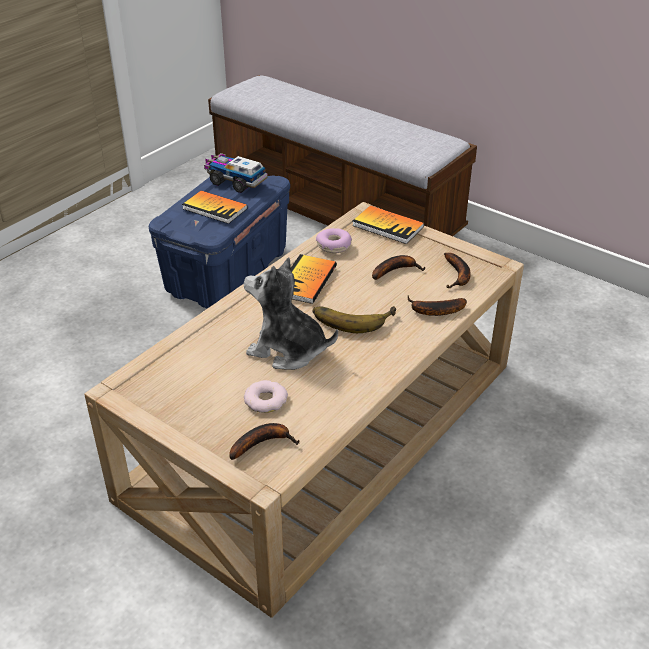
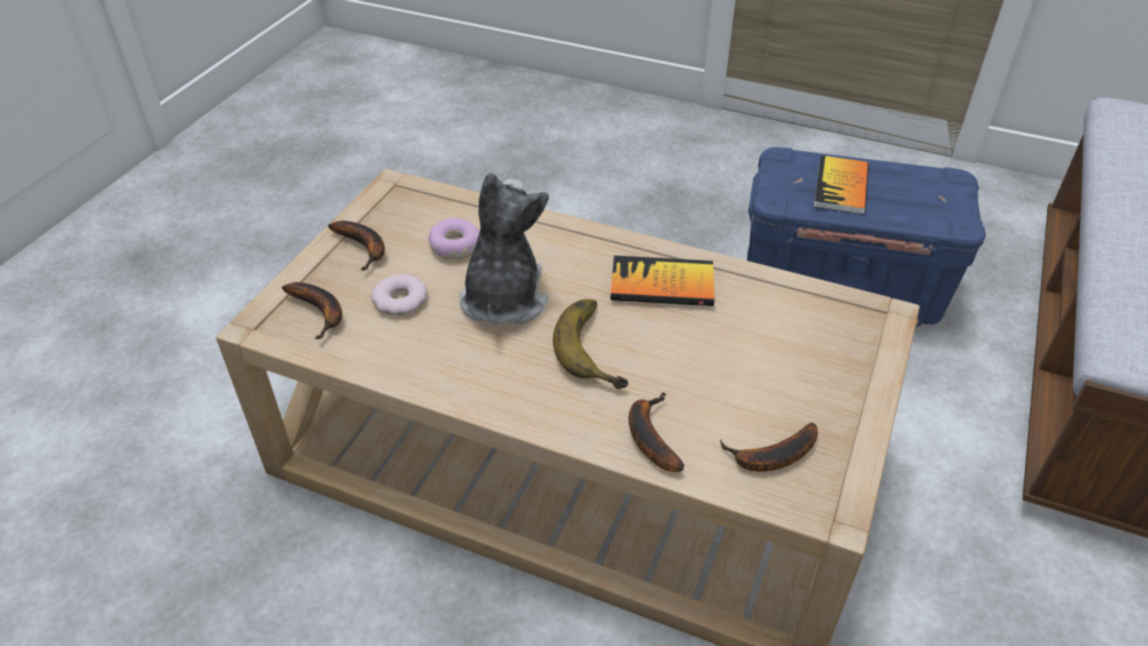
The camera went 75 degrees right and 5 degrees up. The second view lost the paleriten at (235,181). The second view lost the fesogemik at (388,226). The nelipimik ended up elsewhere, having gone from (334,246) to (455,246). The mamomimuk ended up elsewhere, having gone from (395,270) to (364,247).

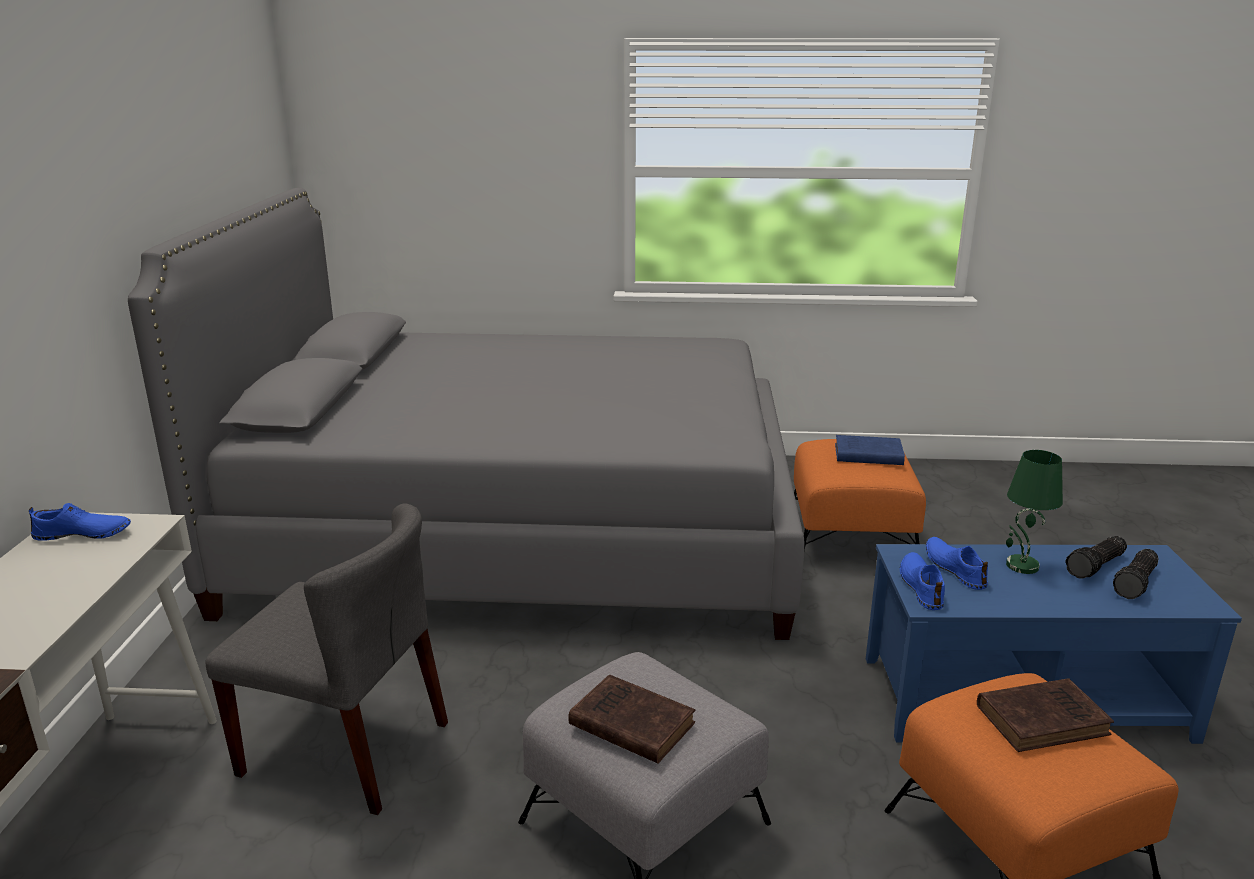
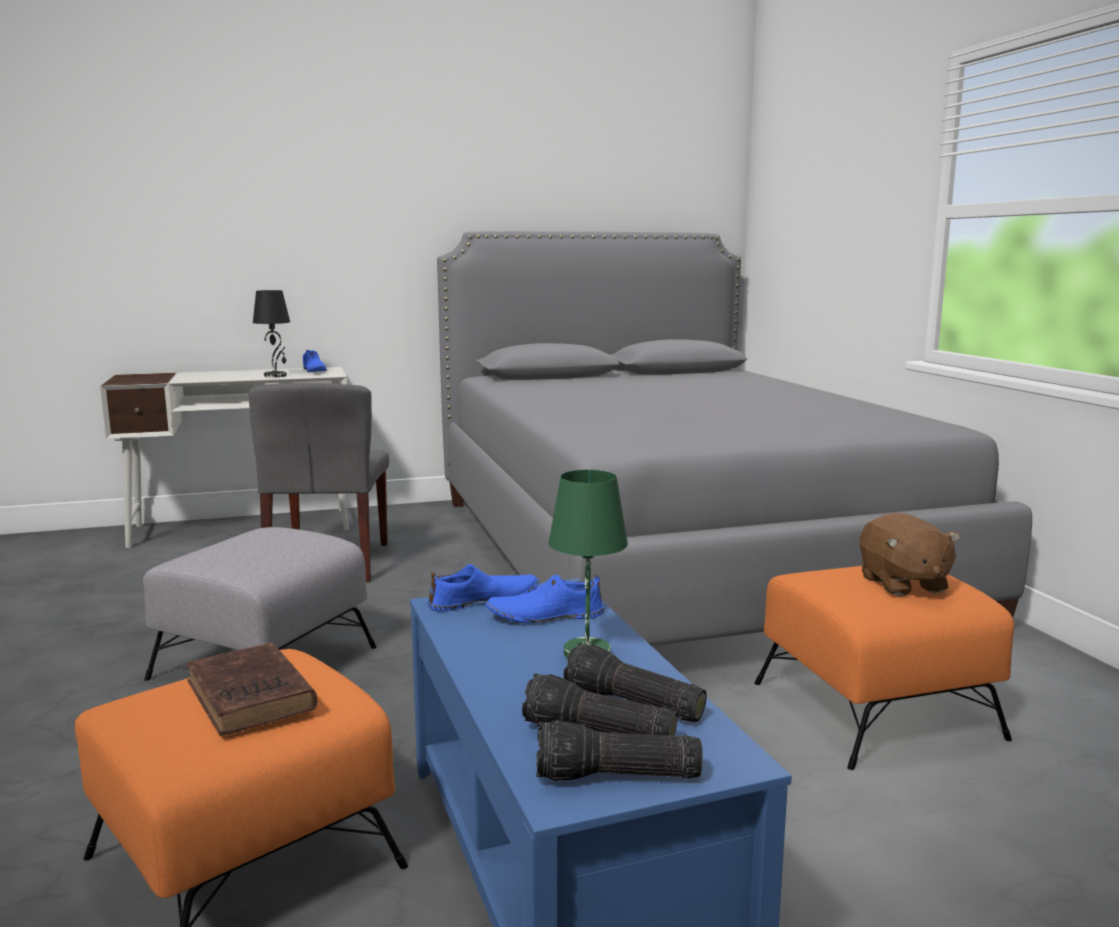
The camera went 70 degrees right and 10 degrees down. Where the fesogemik (blue) stood at (866,455), the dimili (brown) came to stand at (902,584). The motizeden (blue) at (954,568) ended up facing another way, 150 degrees counterclockwise from before. The second view lost the fesogemik (brown) at (629,723). The second view gained the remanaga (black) at (276,376). The second view gained the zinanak at (616,777).

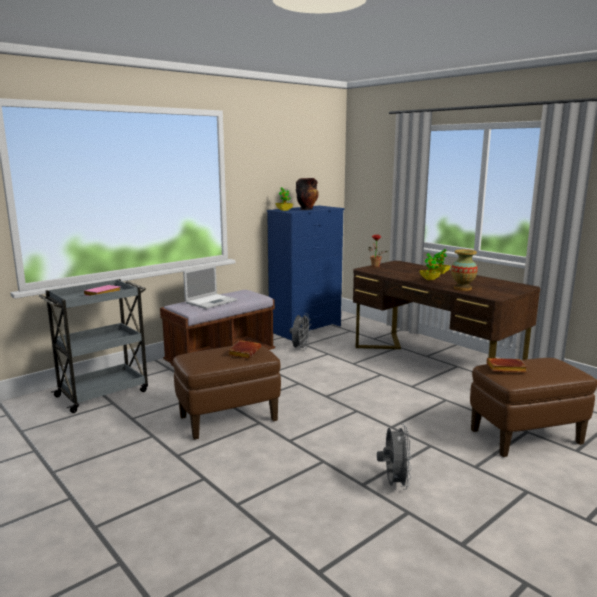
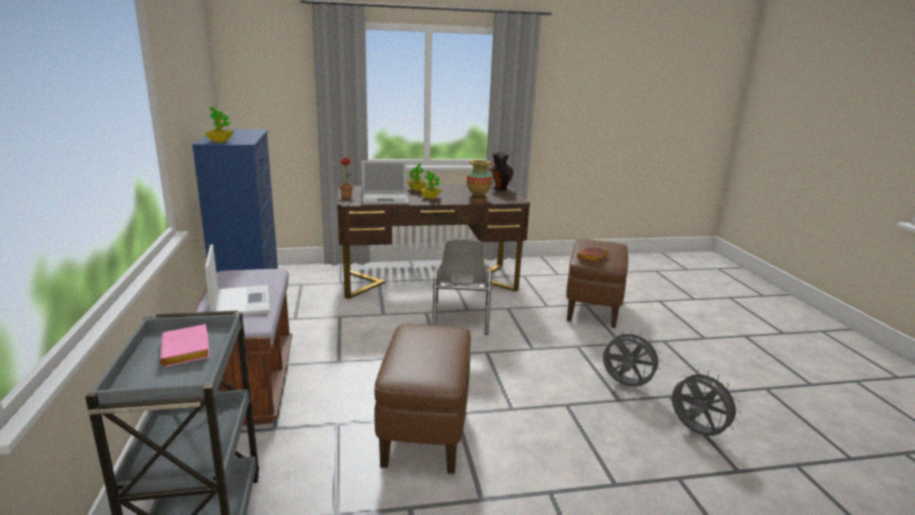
The camera went 60 degrees left and 5 degrees up. The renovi ended up elsewhere, having gone from (306,209) to (499,188). The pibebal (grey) ended up elsewhere, having gone from (300,349) to (696,432). The second view lost the fesogemik (brown) at (244,352). The second view gained the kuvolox at (386,199). The second view gained the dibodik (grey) at (460,318).

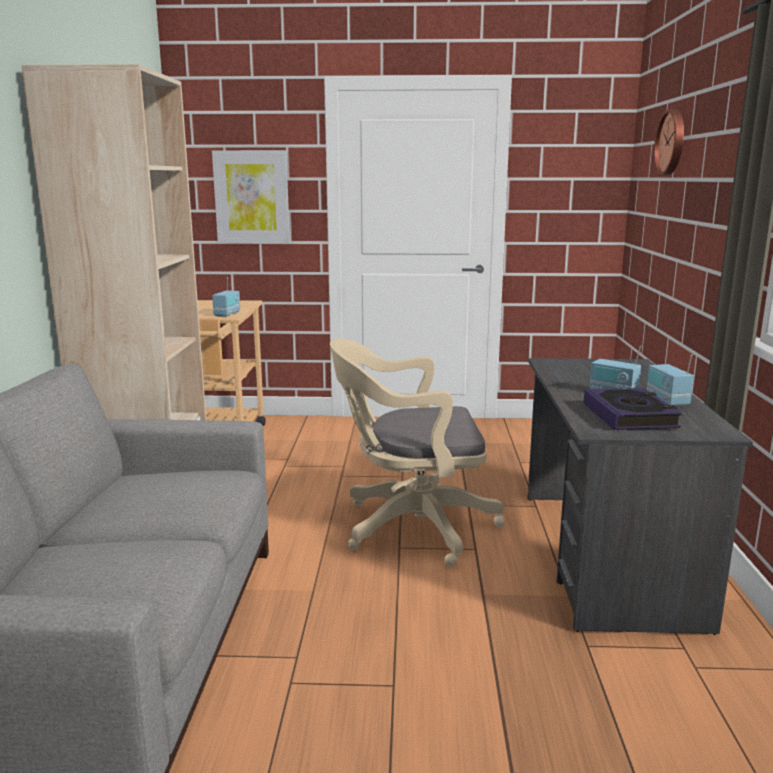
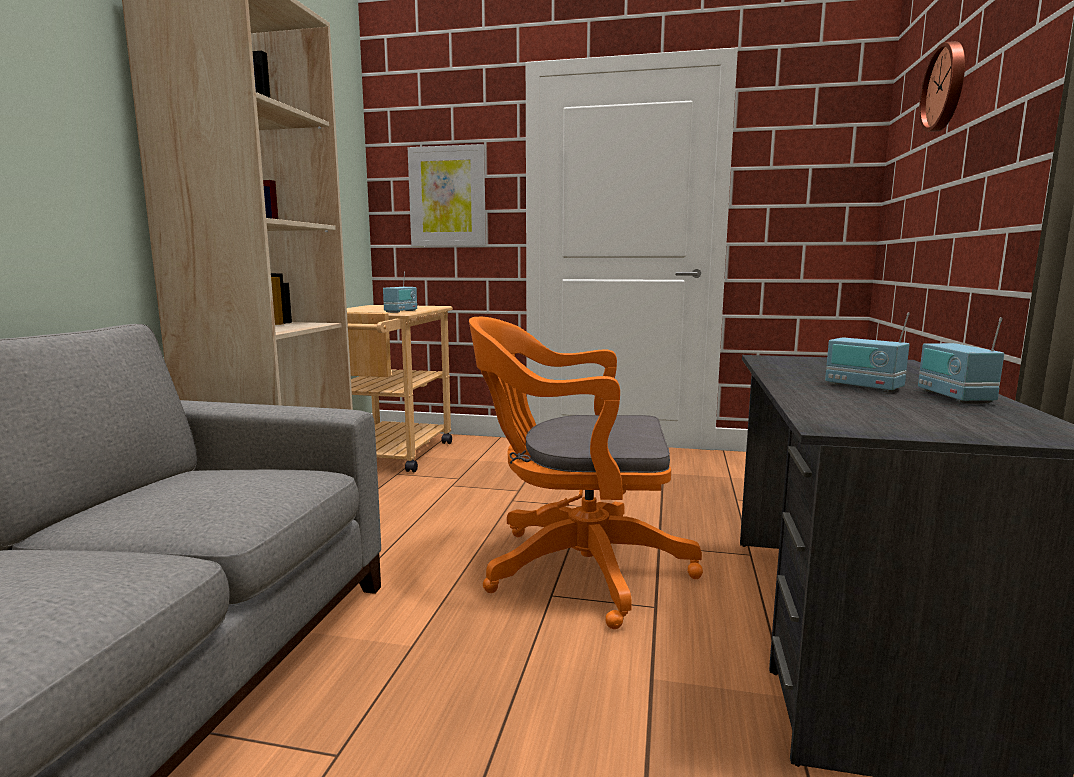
The camera went 10 degrees right and 5 degrees down. What was the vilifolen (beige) at (410,526) turned into the vilifolen (orange) at (575,568). The second view lost the fesogemik at (629,416).

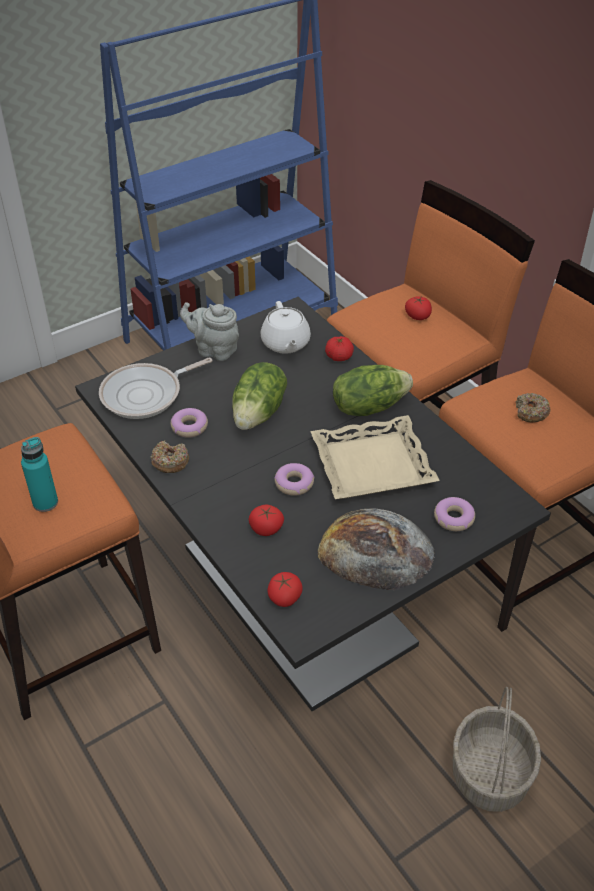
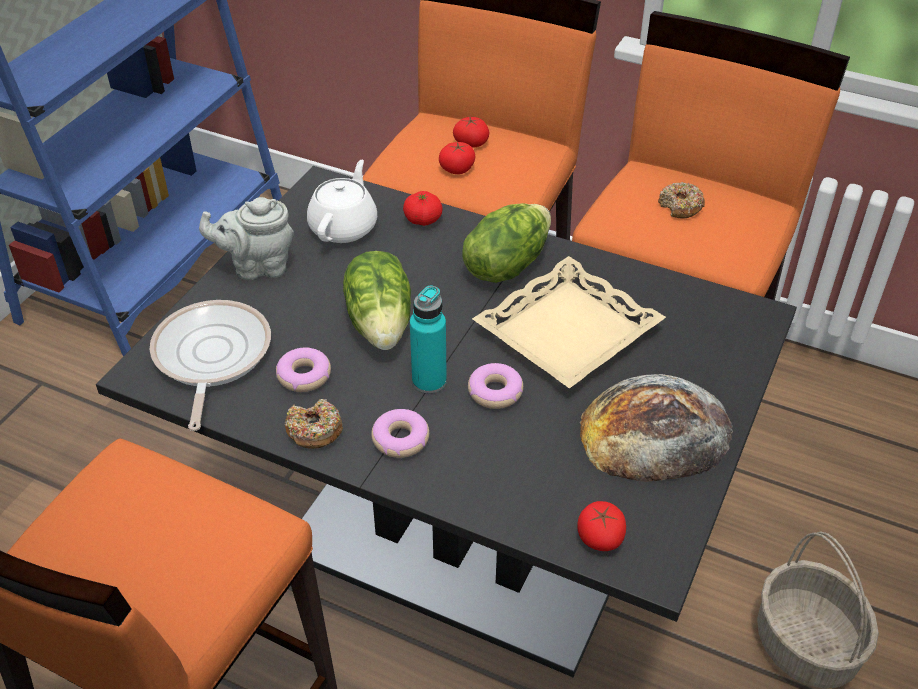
The camera went 30 degrees left and 0 degrees up. The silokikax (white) at (285,343) ended up facing another way, 120 degrees counterclockwise from before. The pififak at (146,395) ended up facing another way, 150 degrees clockwise from before. The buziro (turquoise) ended up elsewhere, having gone from (45,502) to (429,381). The nelipimik ended up elsewhere, having gone from (453,518) to (400,439). The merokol ended up elsewhere, having gone from (266,528) to (457,168).

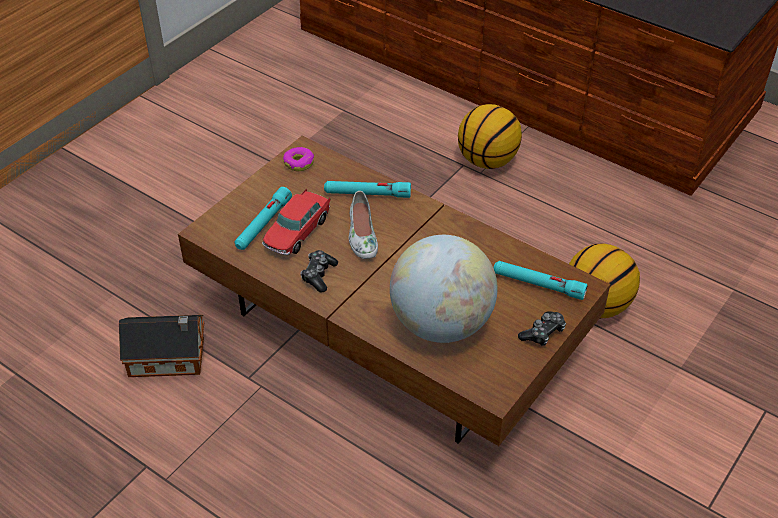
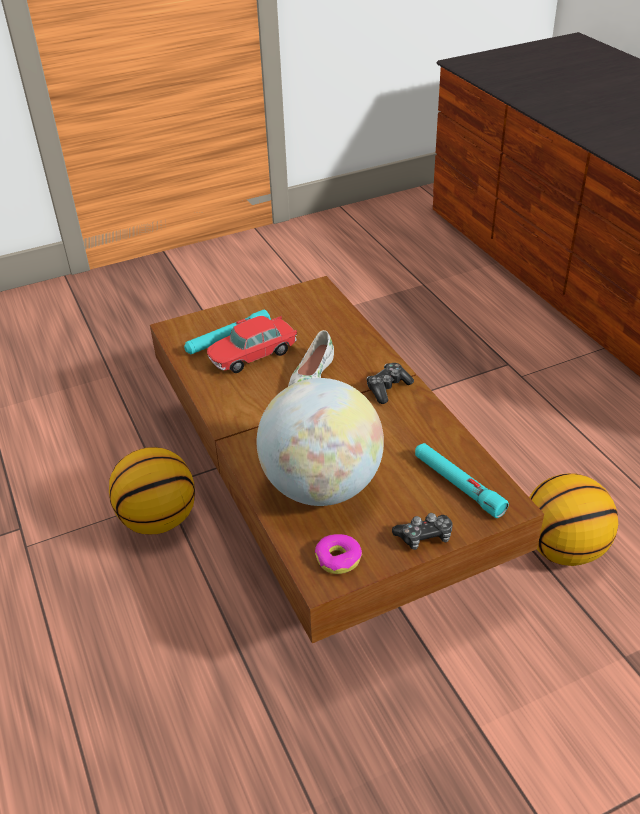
The camera went 30 degrees right and 5 degrees down. The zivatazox ended up elsewhere, having gone from (487,161) to (159,519). The nelipimik ended up elsewhere, having gone from (299,163) to (338,558). The second view lost the zinanak (turquoise) at (367,194). The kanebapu ended up elsewhere, having gone from (318,275) to (387,388). The second view lost the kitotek at (170,358).

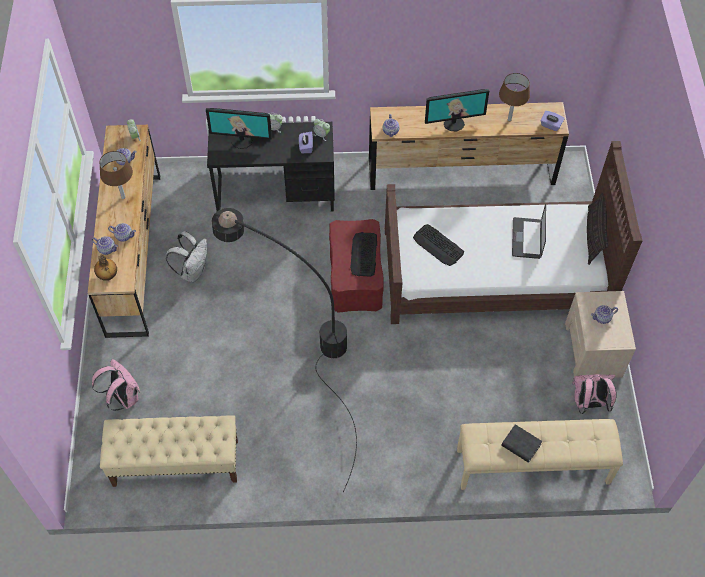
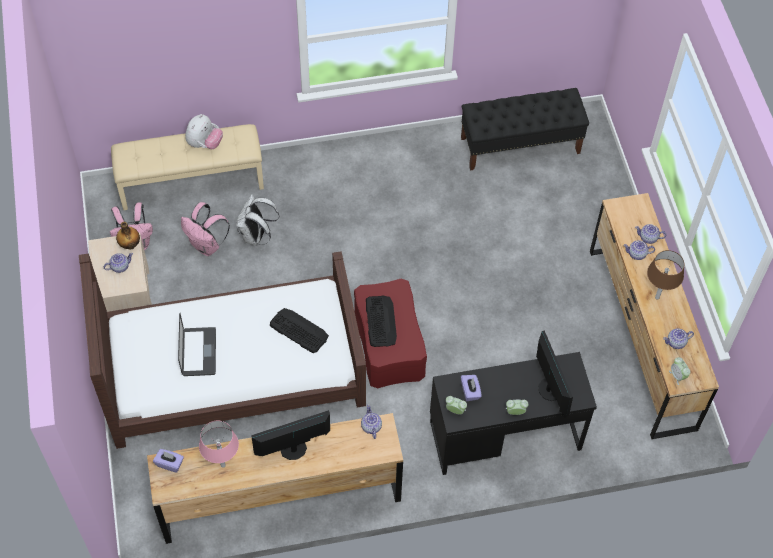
The camera went 170 degrees right and 0 degrees up. What was the remanaga (brown) at (509,119) turned into the remanaga (pink) at (223,465). The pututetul at (241,140) ended up facing another way, 75 degrees clockwise from before. The second view lost the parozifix at (593,235). The second view lost the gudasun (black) at (297,348). The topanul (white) ended up elsewhere, having gone from (193,271) to (256,236). The buziro ended up elsewhere, having gone from (108,276) to (130,244). The topanul (pink) ended up elsewhere, having gone from (123,397) to (207,245). What was the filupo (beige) at (175,463) turned into the filupo (black) at (520,145). Where the fesogemik (black) stood at (521,445), the dimili came to stand at (204,144).

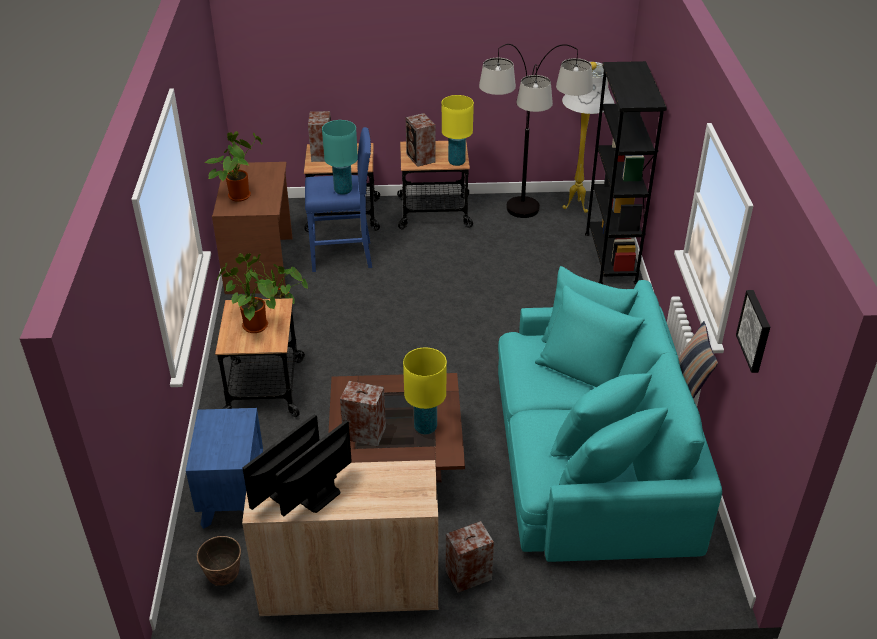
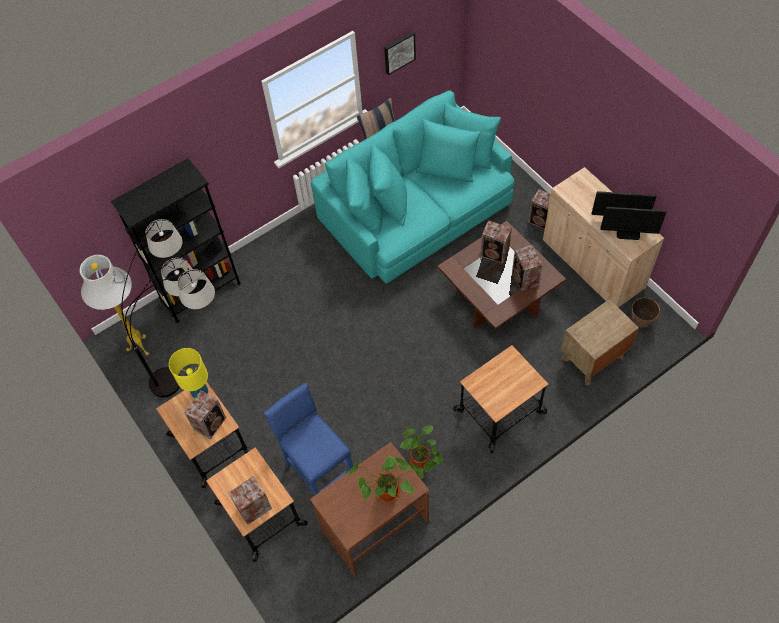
The camera went 120 degrees left and 20 degrees up. The second view lost the remanaga (turquoise) at (343,190). The second view lost the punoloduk at (252,325). Where the remanaga (yellow) stood at (425,427), the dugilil came to stand at (495,253). What was the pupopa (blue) at (233,498) turned into the pupopa (brown) at (592,358).

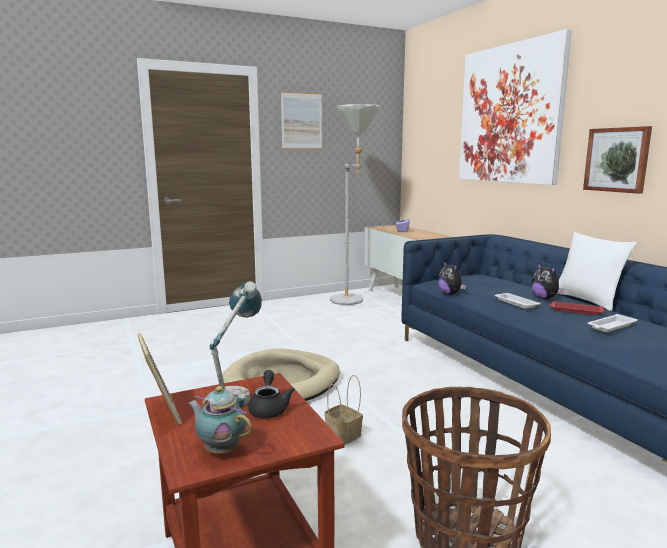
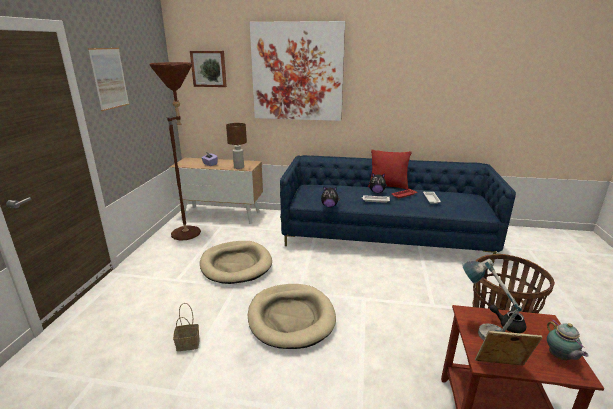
The camera went 55 degrees left and 10 degrees up. What was the gudasun (grey) at (354,300) turned into the gudasun (brown) at (191,231). The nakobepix ended up elsewhere, having gone from (617,160) to (209,69). What was the parozifix (white) at (587,300) turned into the parozifix (red) at (388,186). The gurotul ended up elsewhere, having gone from (344,434) to (189,343). The silokikax at (220,450) ended up facing another way, 75 degrees counterclockwise from before. The second view gained the remanaga (brown) at (238,167). The second view gained the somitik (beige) at (236,264).

